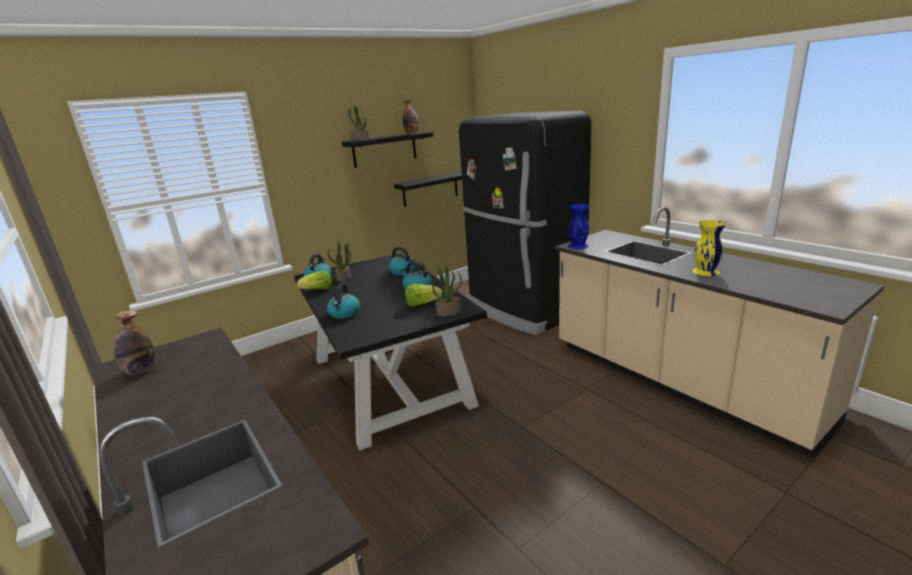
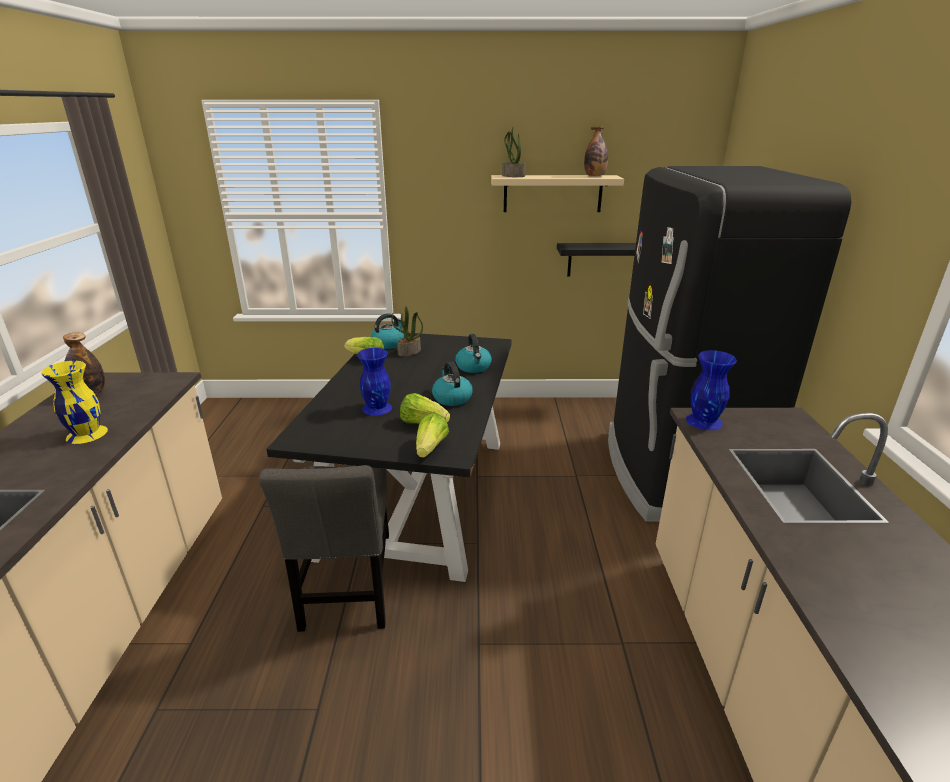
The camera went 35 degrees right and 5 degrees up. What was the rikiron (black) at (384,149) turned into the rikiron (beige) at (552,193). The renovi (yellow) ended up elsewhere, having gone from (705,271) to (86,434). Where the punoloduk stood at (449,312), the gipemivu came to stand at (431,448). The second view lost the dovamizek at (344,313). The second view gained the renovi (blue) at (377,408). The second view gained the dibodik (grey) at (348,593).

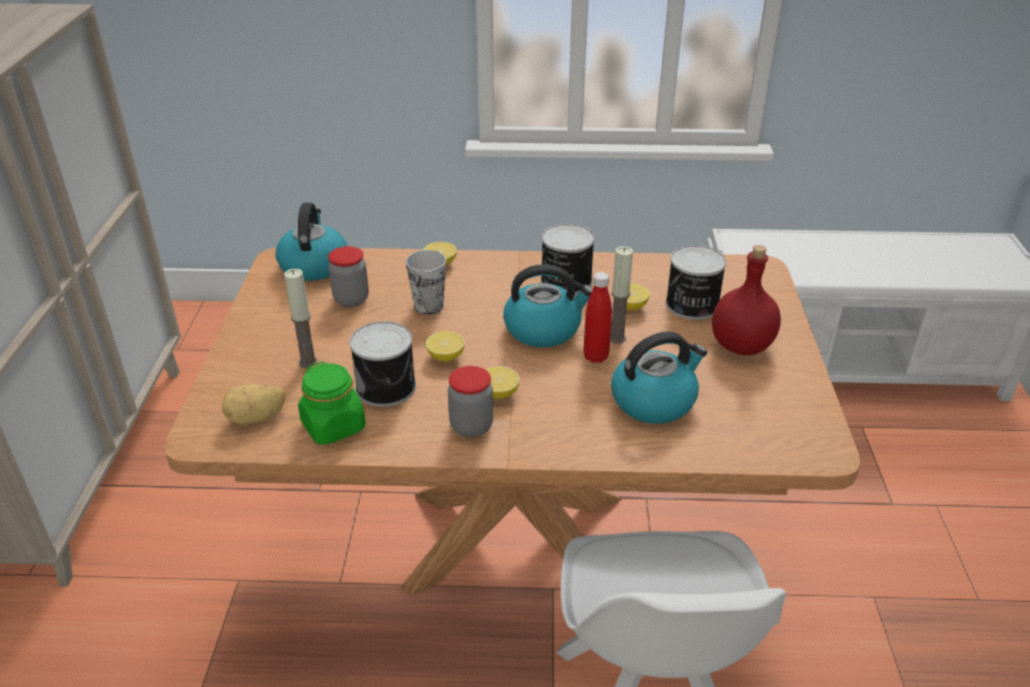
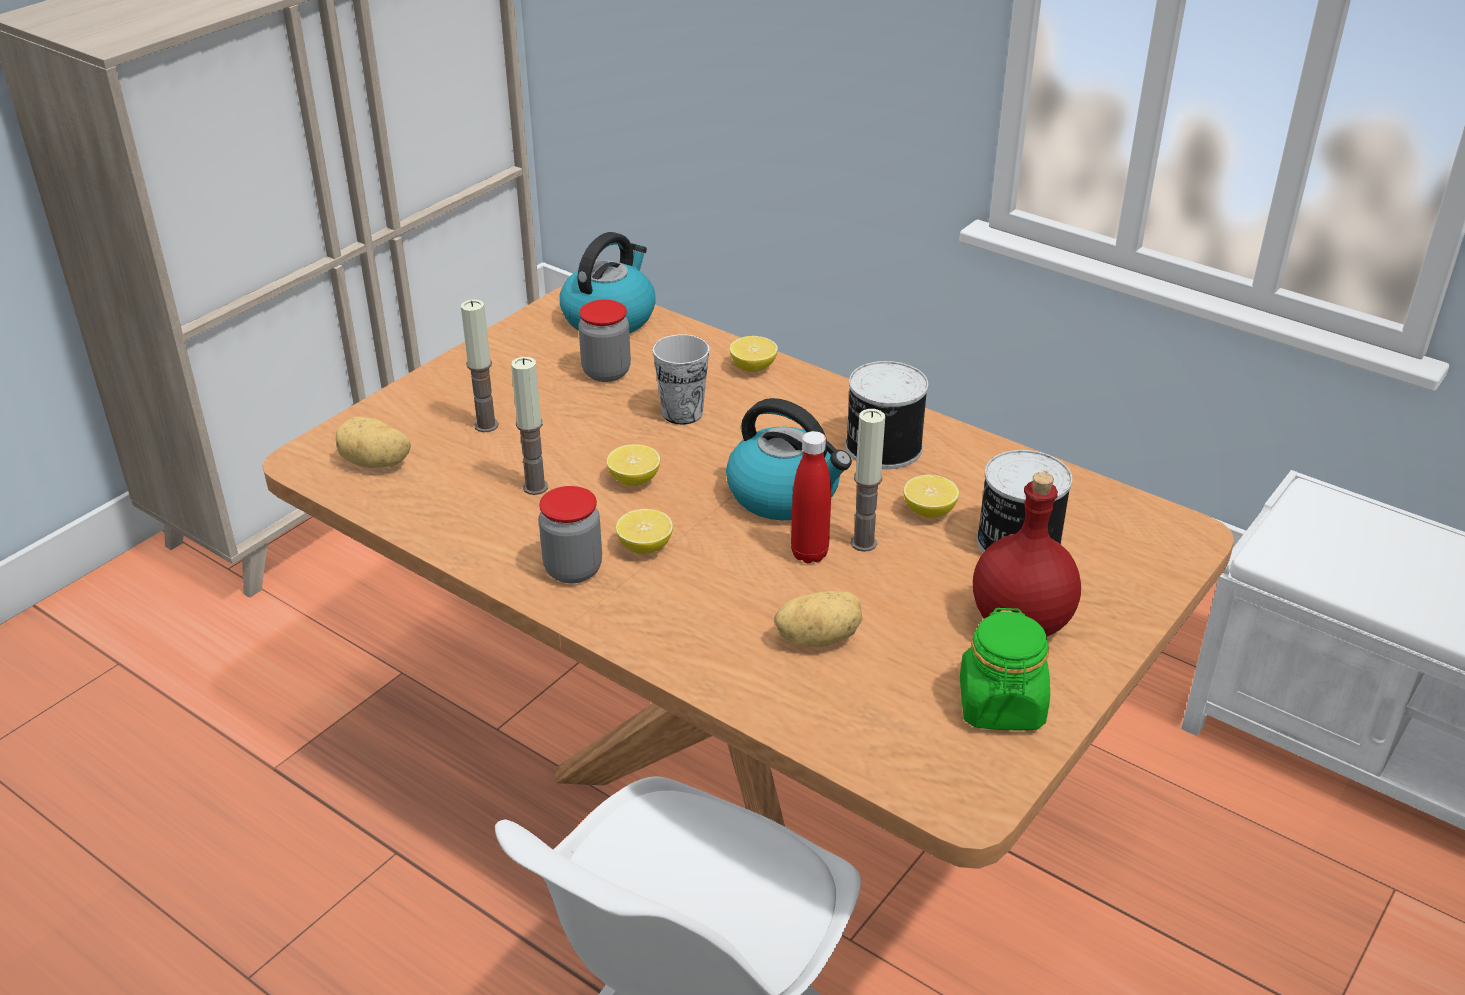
The camera went 35 degrees right and 0 degrees up. Where the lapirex stood at (387,387), the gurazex came to stand at (535,487). Where the dovamizek stood at (654,400), the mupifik came to stand at (818,637). The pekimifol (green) ended up elsewhere, having gone from (334,426) to (1001,706).

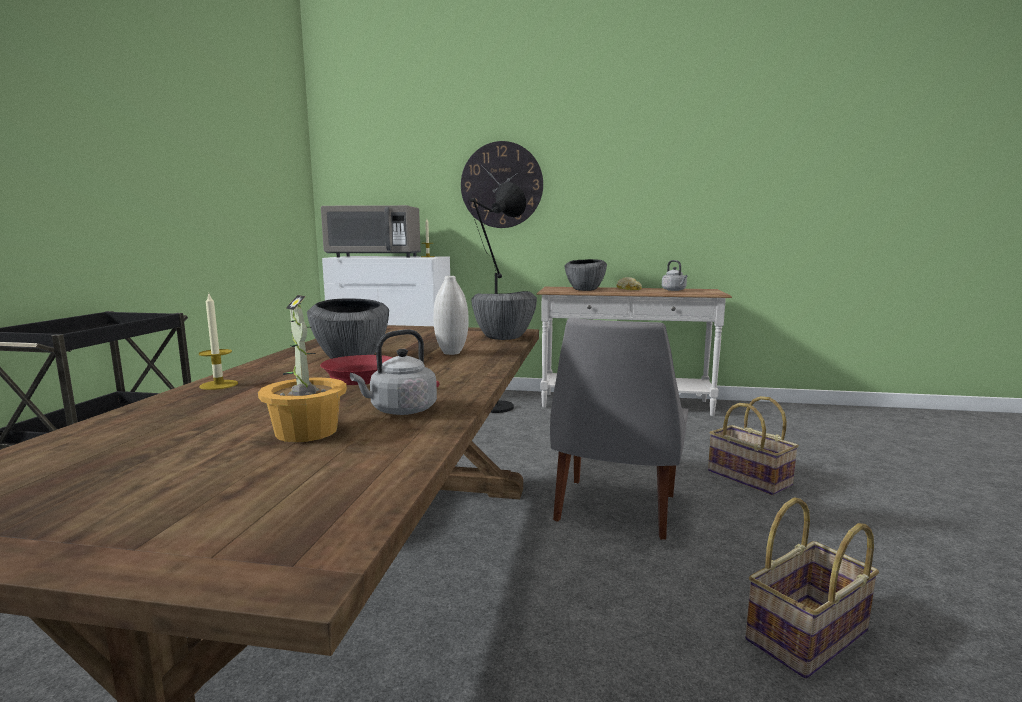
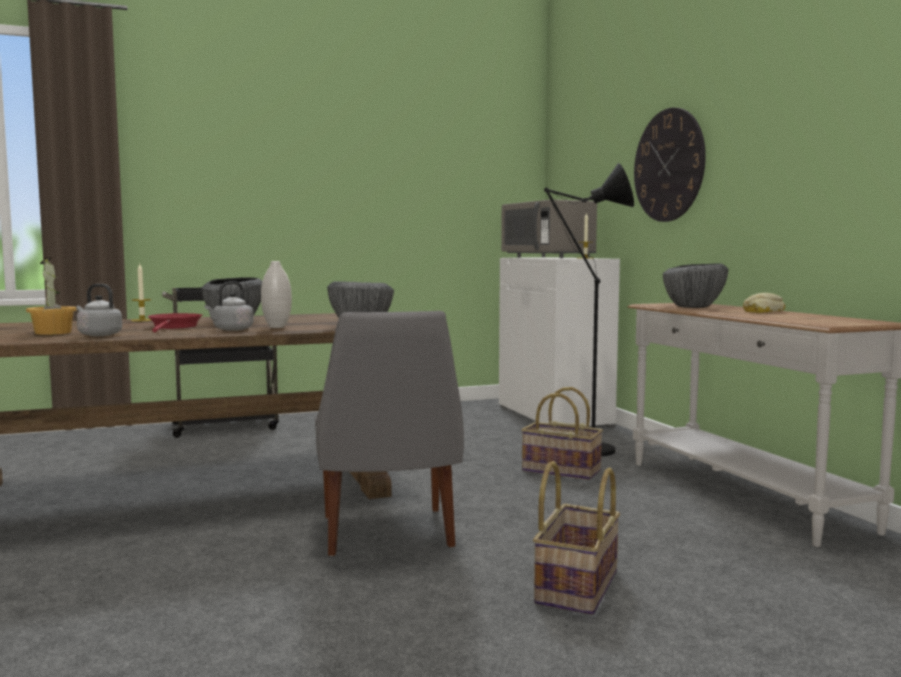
The camera went 60 degrees right and 5 degrees down. The dovamizek (grey) ended up elsewhere, having gone from (674,290) to (231,330). The dibodik (grey) at (614,510) ended up facing another way, 90 degrees counterclockwise from before. The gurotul ended up elsewhere, having gone from (808,637) to (560,471).

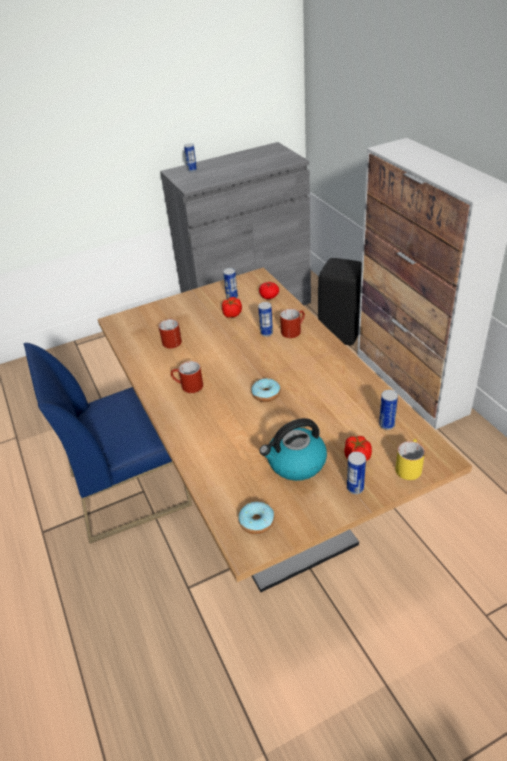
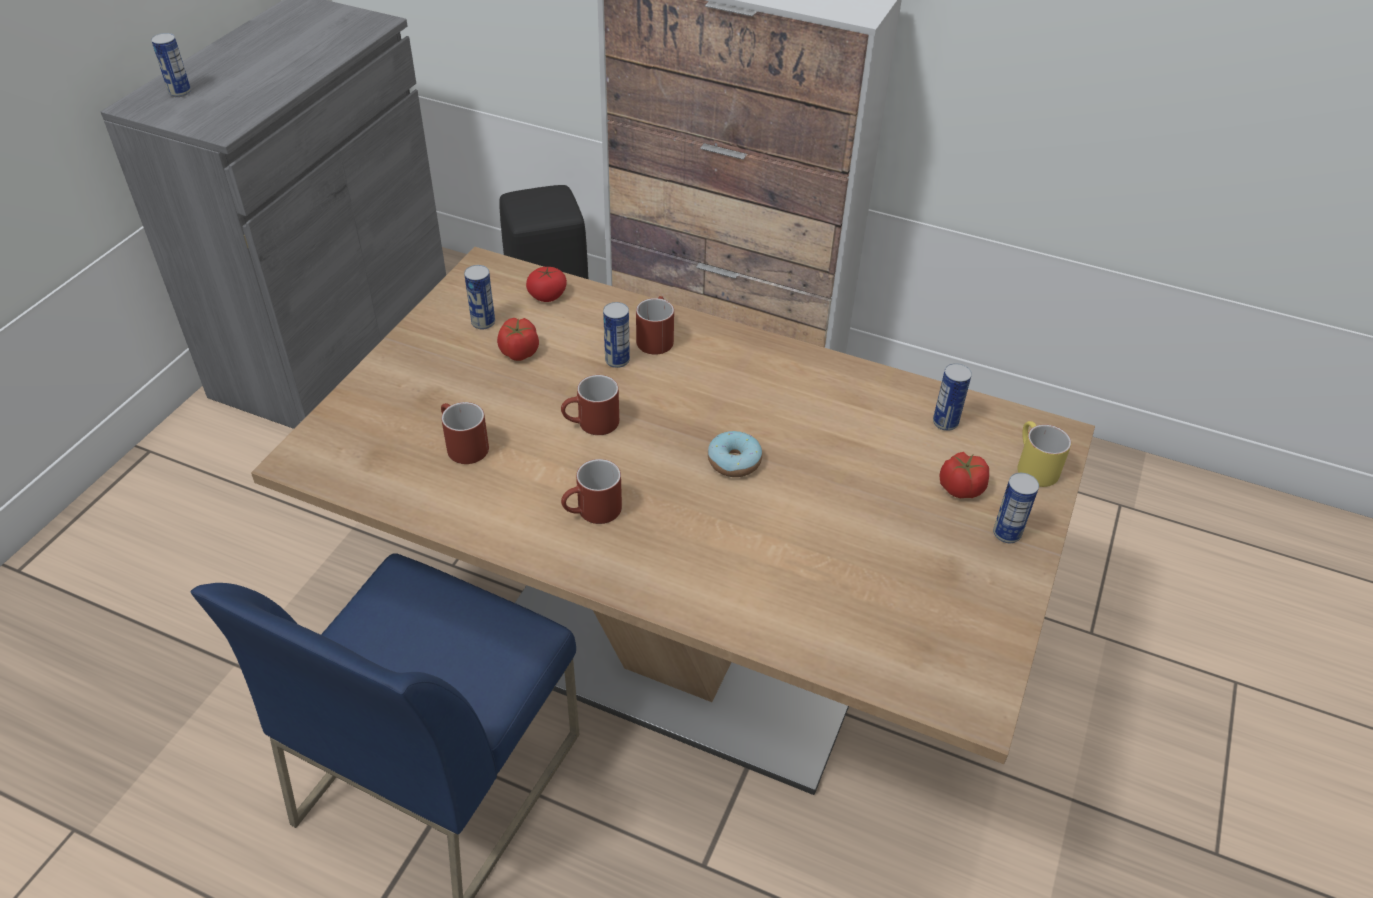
The camera went 45 degrees left and 5 degrees up. The second view lost the dovamizek at (295,463). The second view lost the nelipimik at (256,522). The second view gained the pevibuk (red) at (591,424).

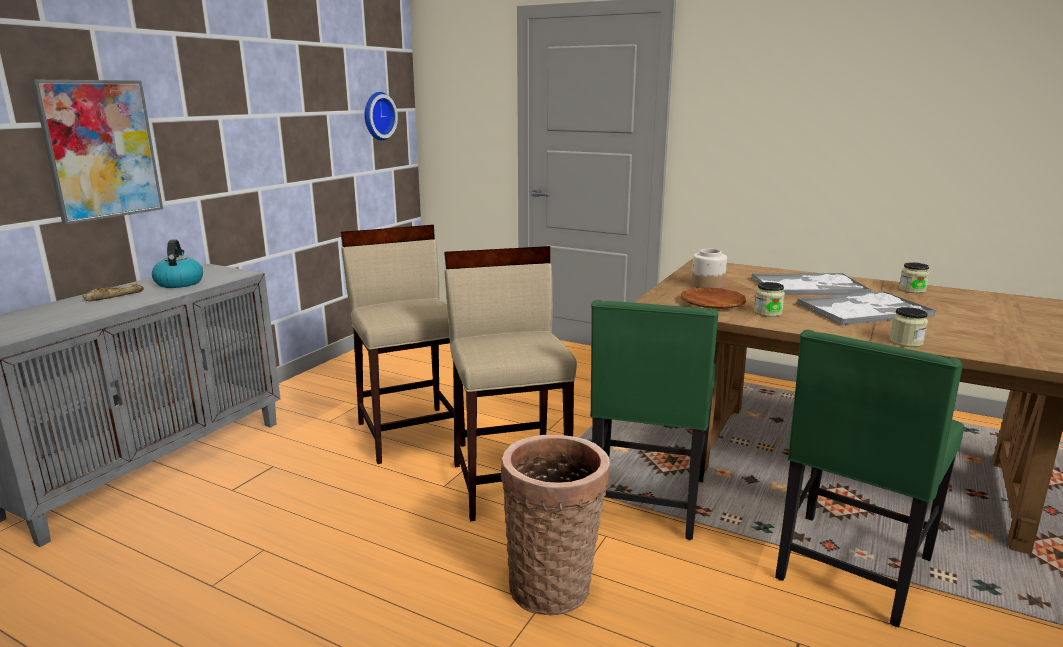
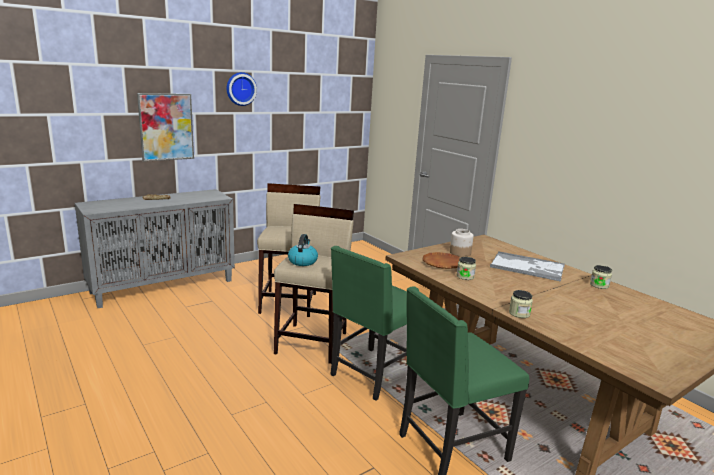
The camera went 25 degrees right and 0 degrees up. The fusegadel ended up elsewhere, having gone from (377,116) to (240,89). The dovamizek ended up elsewhere, having gone from (179,283) to (302,261). The second view lost the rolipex at (864,310). The second view lost the gurotul at (553,584).

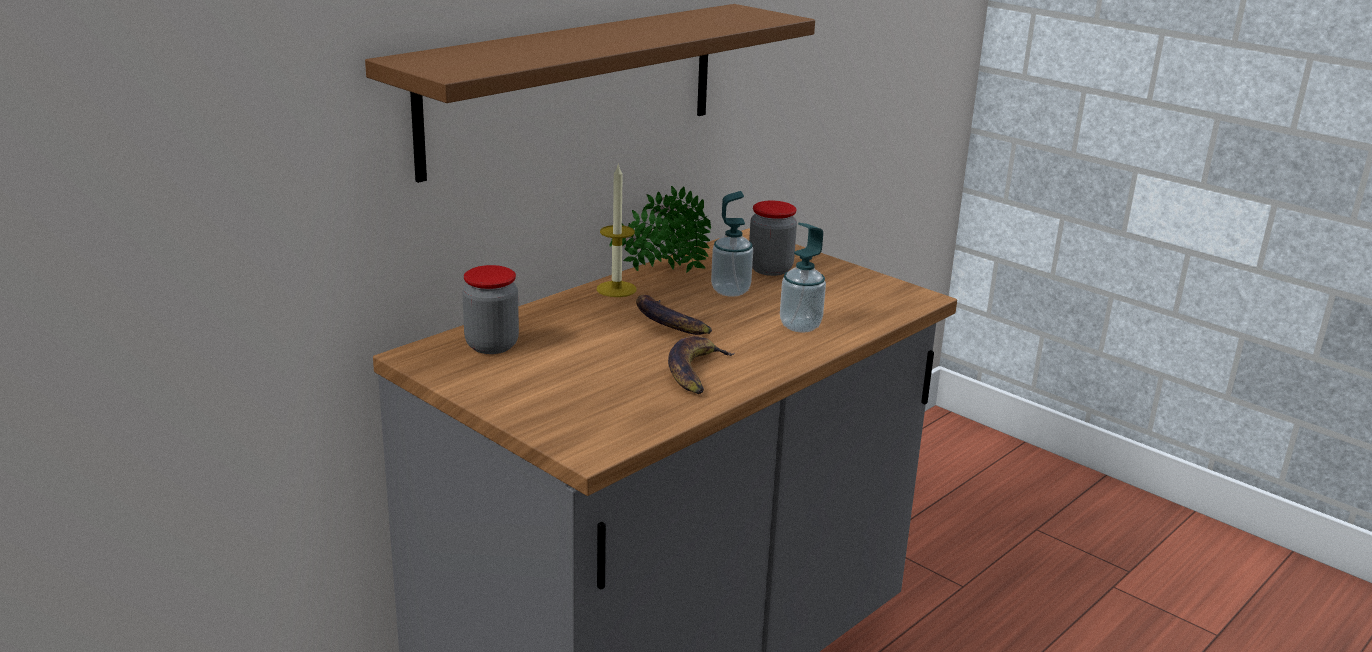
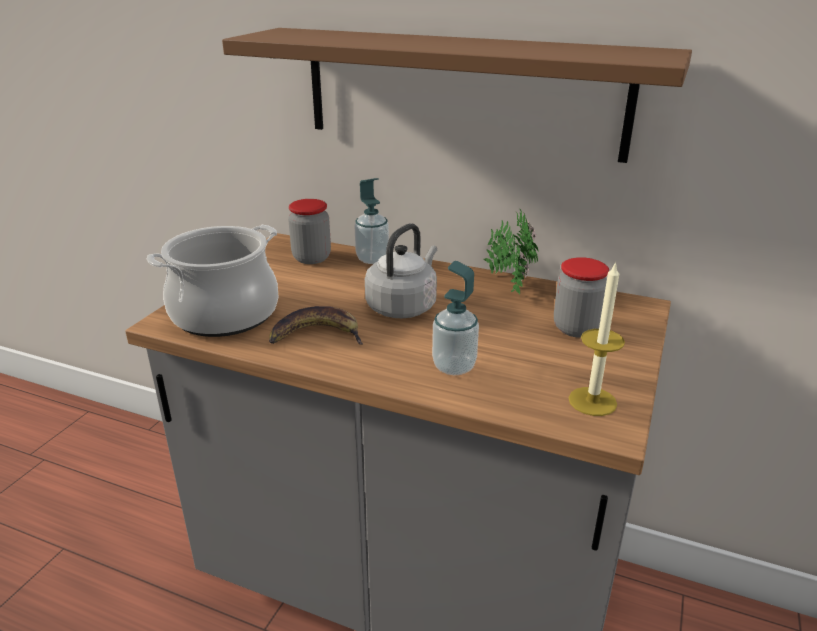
The camera went 70 degrees right and 5 degrees up. The gurazex ended up elsewhere, having gone from (616,289) to (592,401). The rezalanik ended up elsewhere, having gone from (730,291) to (372,259). Where the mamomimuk stood at (668,323), the dovamizek (grey) came to stand at (403,306). The second view gained the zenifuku at (225,314).

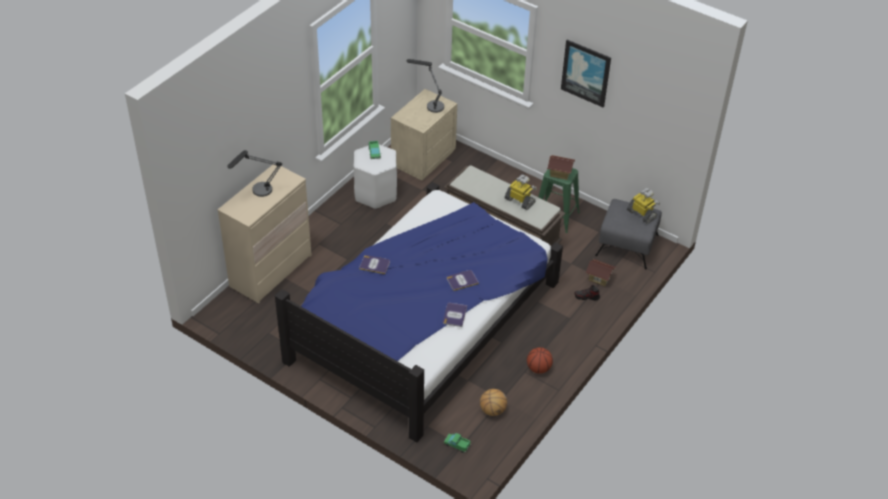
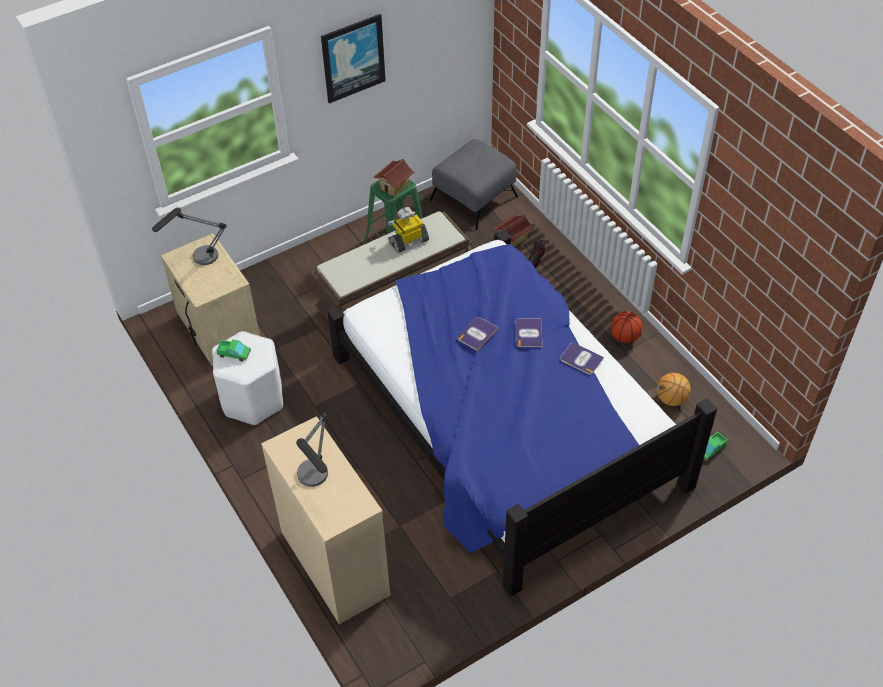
The camera went 65 degrees left and 5 degrees up. The second view lost the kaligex at (642,214). The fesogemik ended up elsewhere, having gone from (374,265) to (477,334).

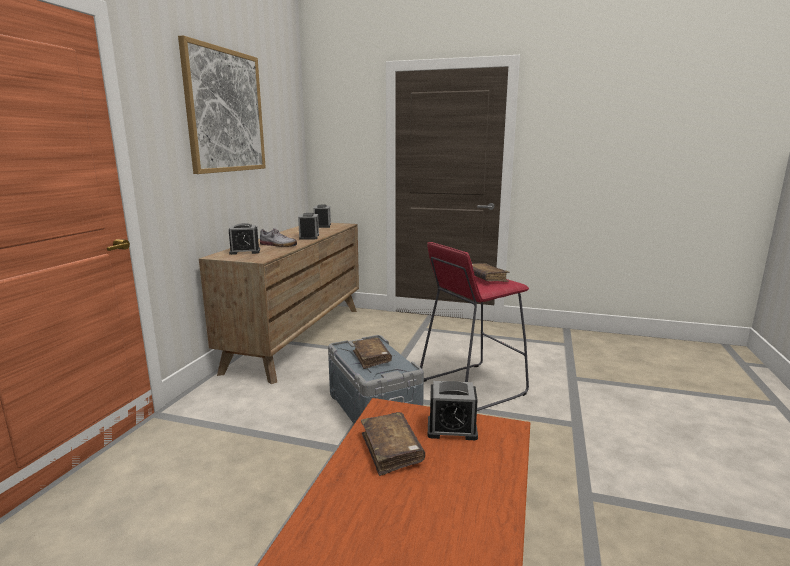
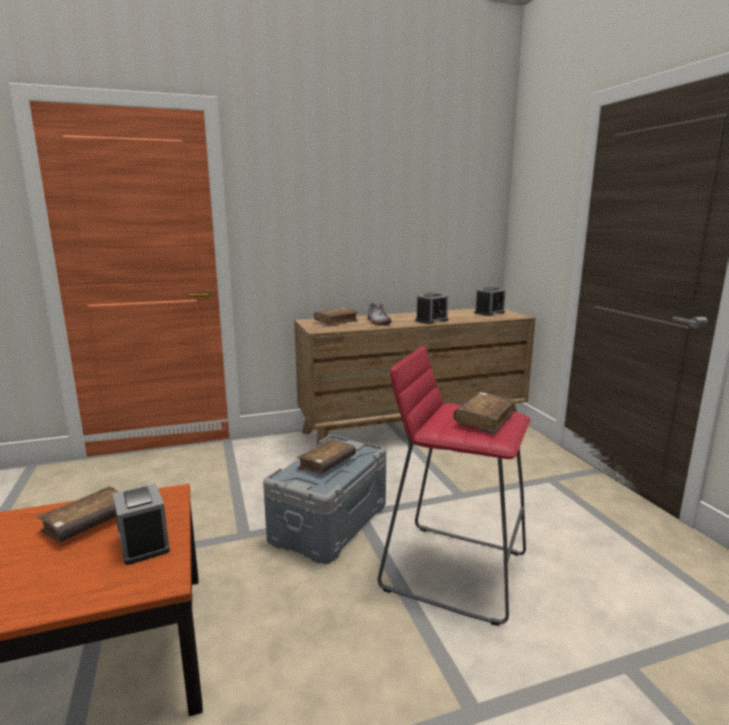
The camera went 55 degrees right and 0 degrees up. The second view lost the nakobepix at (225,111). Where the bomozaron stood at (245,251), the fesogemik (brown) came to stand at (336,321).

